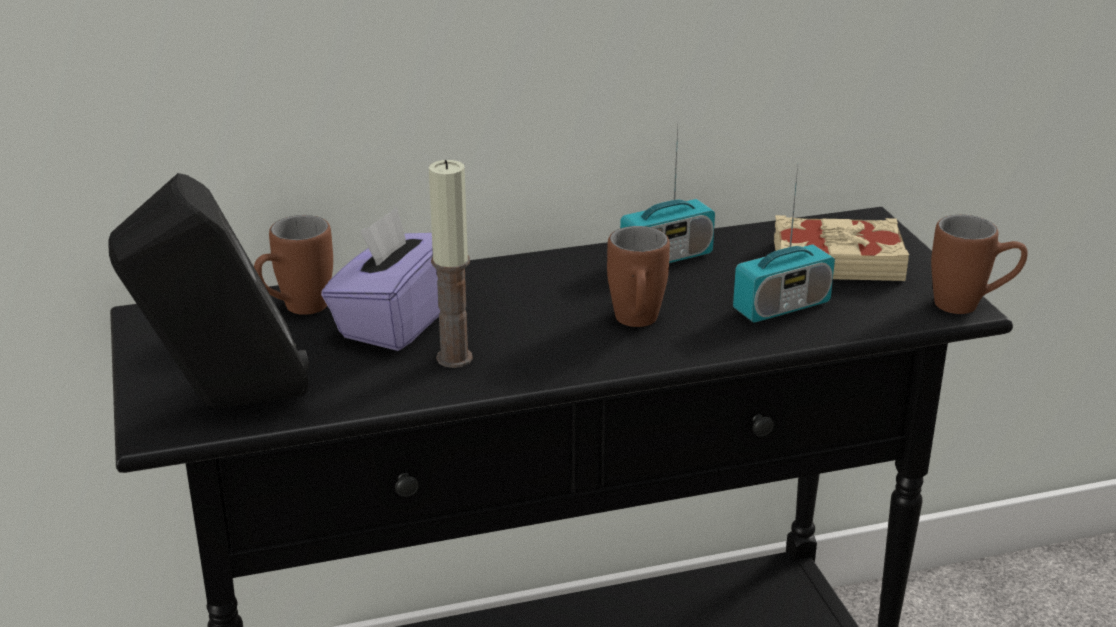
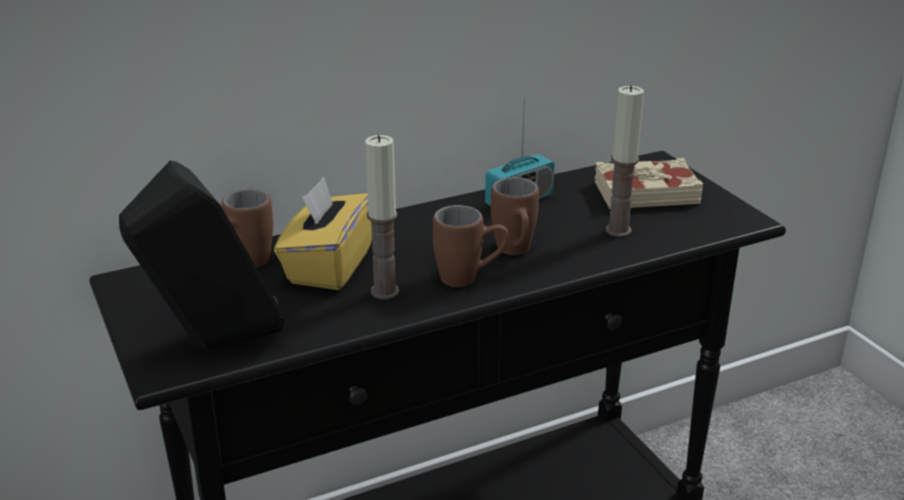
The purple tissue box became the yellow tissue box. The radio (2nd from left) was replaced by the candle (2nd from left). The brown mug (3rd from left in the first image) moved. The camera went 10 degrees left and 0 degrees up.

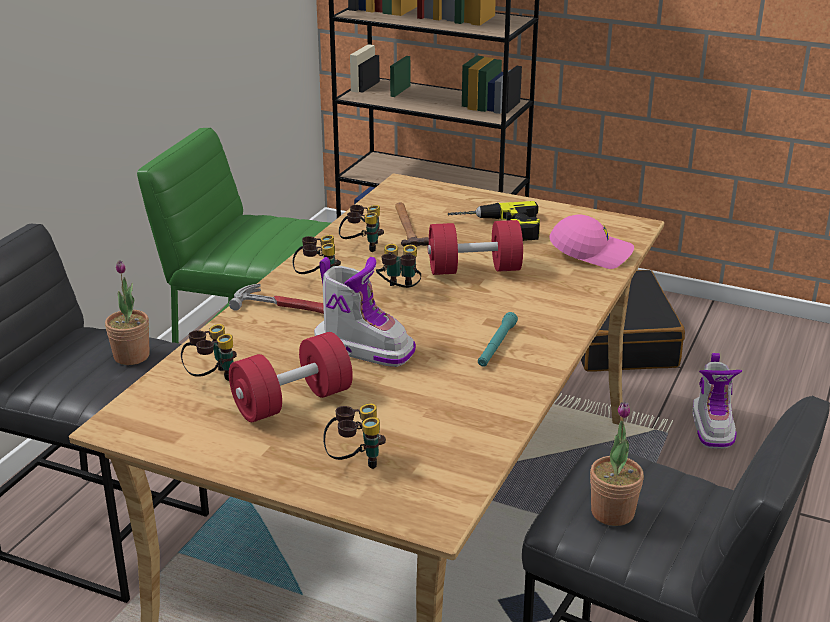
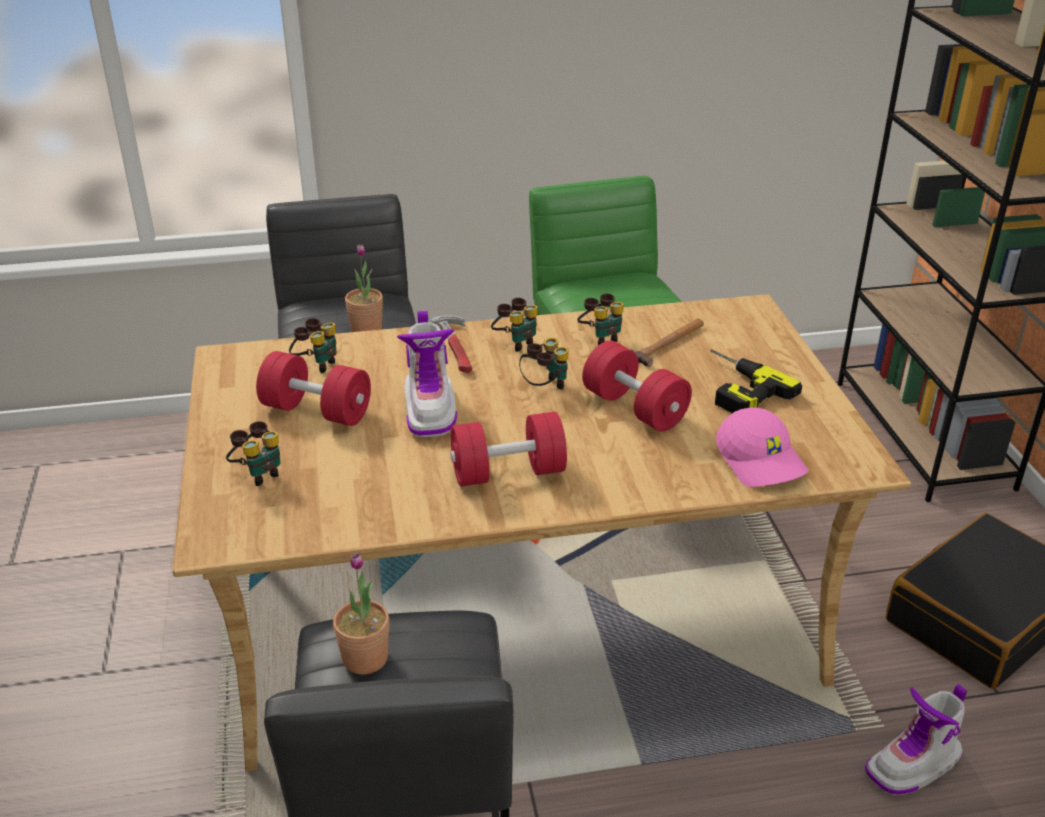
The turquoise flashlight was replaced by the red dumbbell (2nd from left). The camera went 55 degrees right and 5 degrees up.

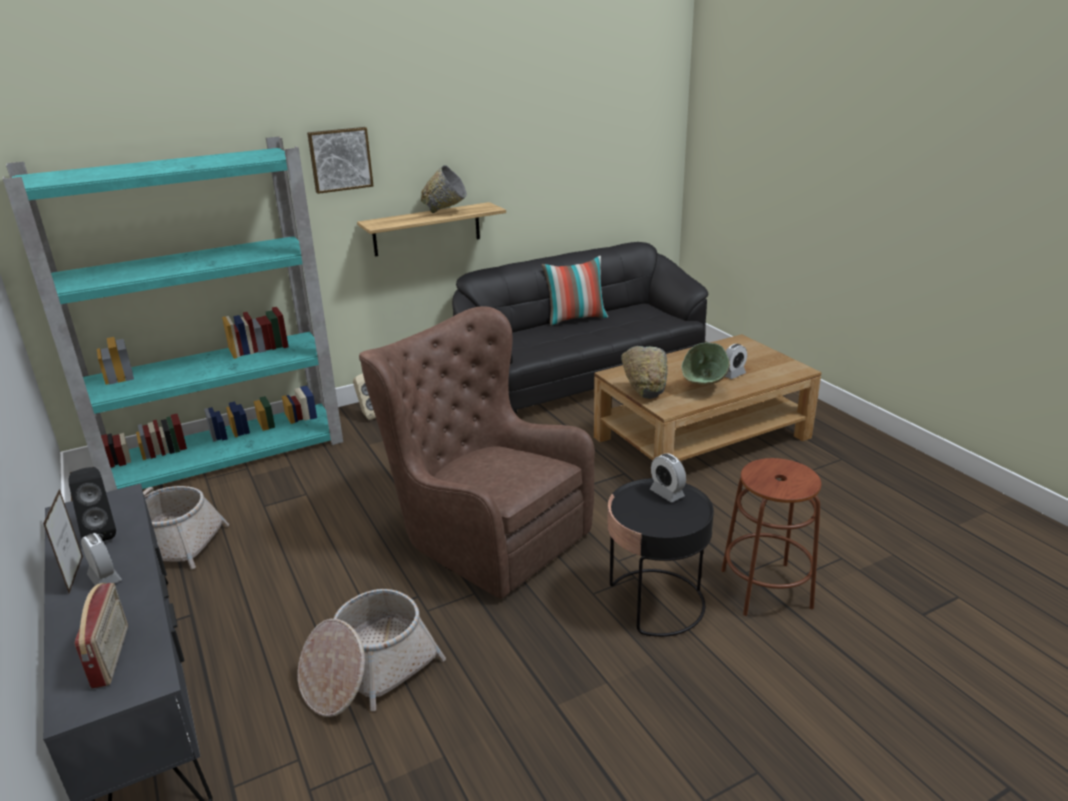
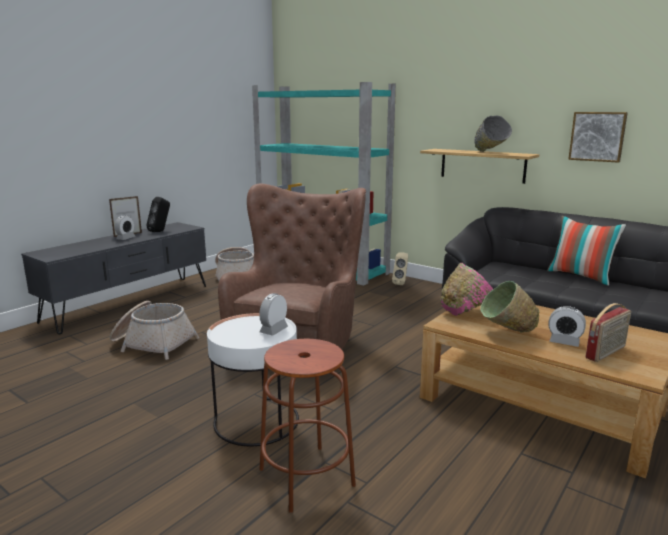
The radio moved. The picture moved. The black side table became the white side table. The grey bowl (2nd from left) became the pink bowl. The camera went 65 degrees right and 10 degrees down.

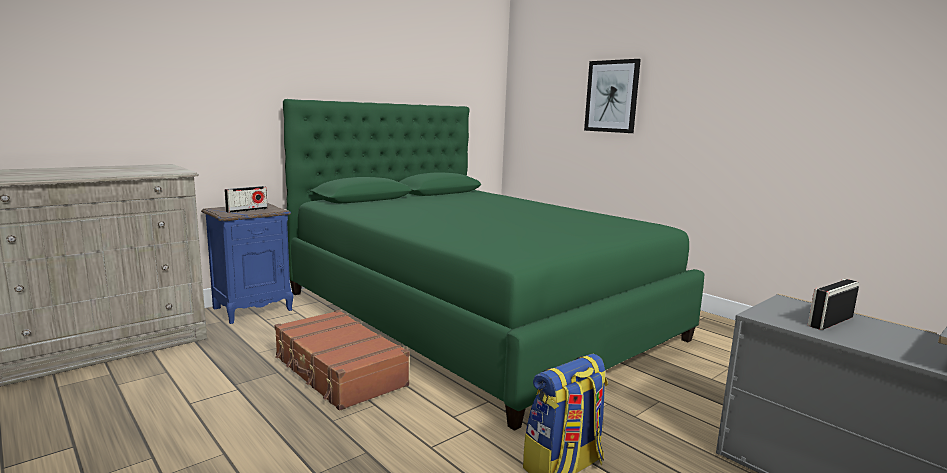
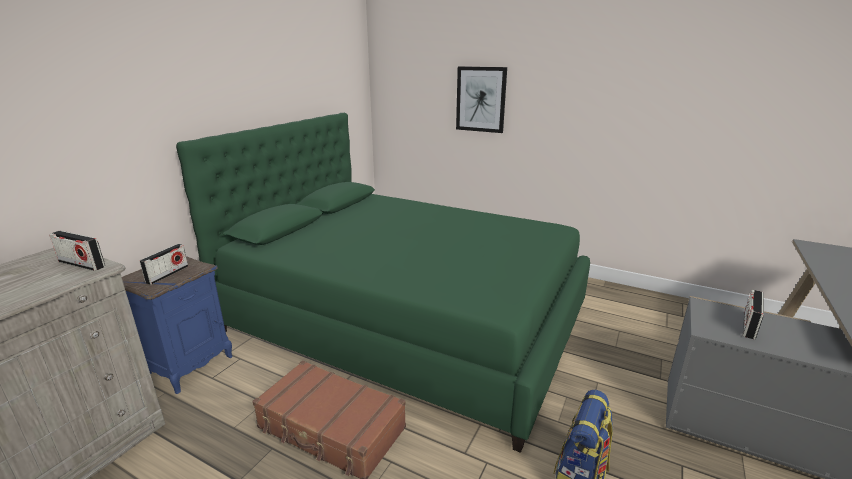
The radio (1st from left) appeared. The camera went 20 degrees left and 10 degrees up.

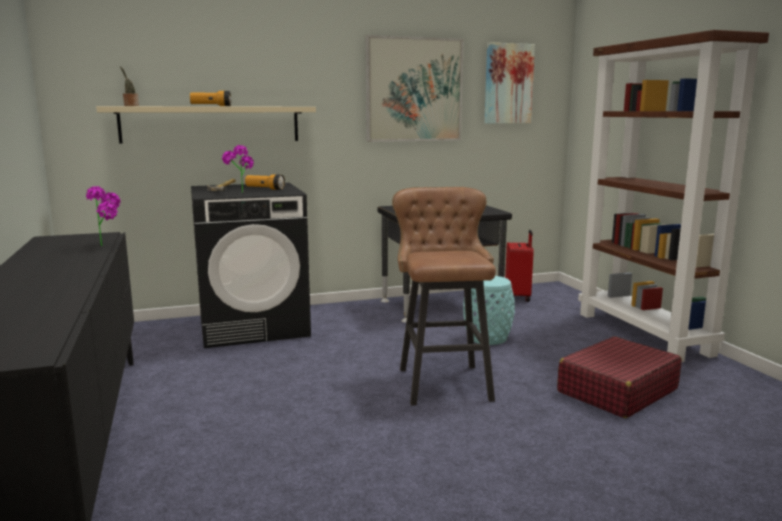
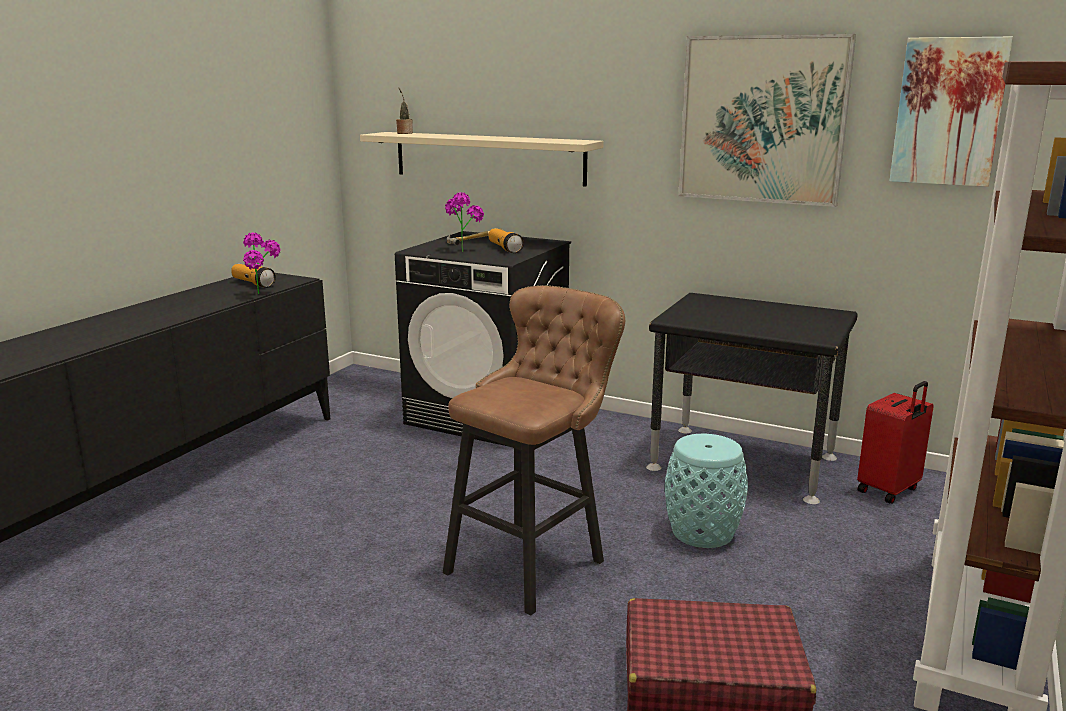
The flashlight (1st from left) moved. The camera went 45 degrees right and 5 degrees up.

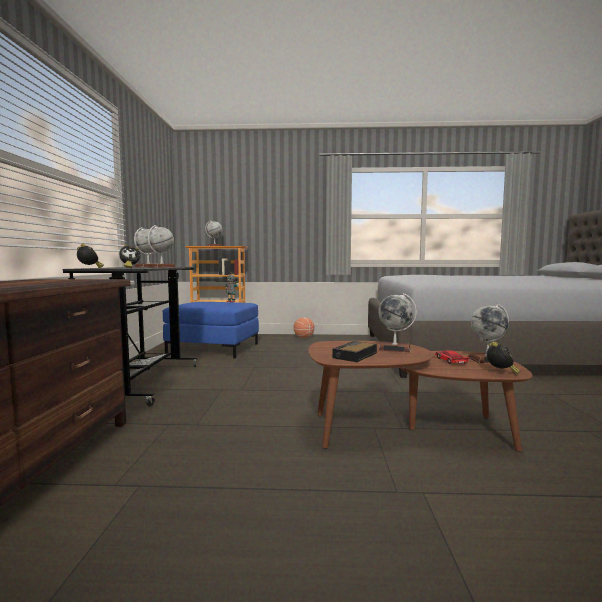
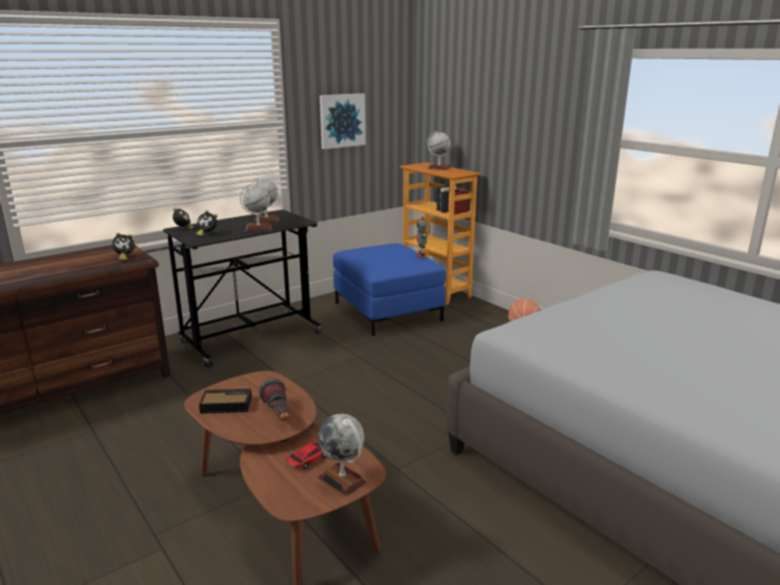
The globe (4th from left) was replaced by the flashlight. The alarm clock (4th from left in the first image) moved. The picture appeared. The camera went 50 degrees right and 15 degrees up.

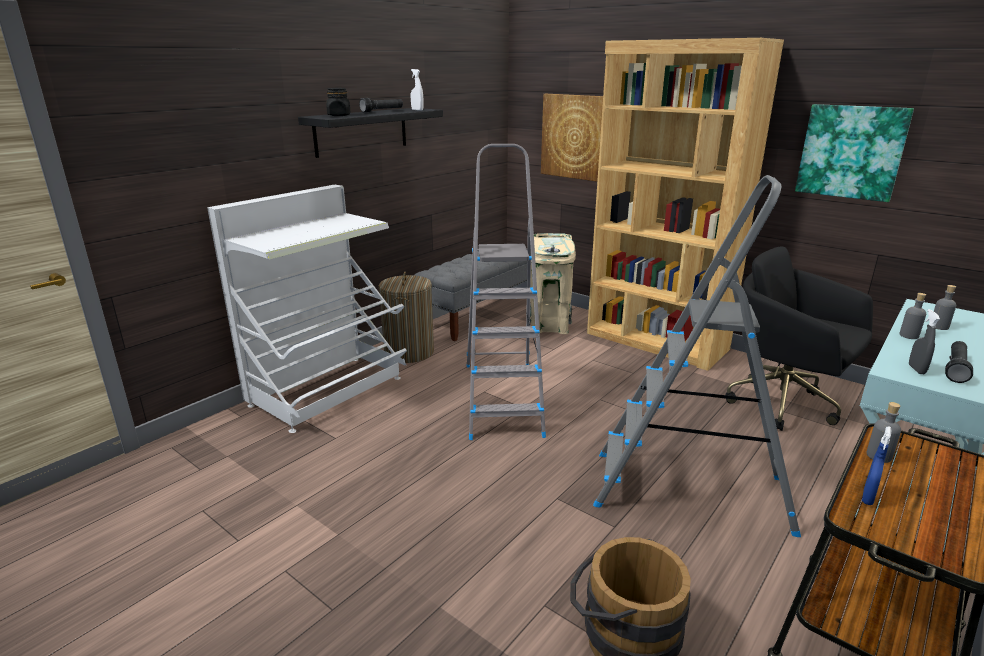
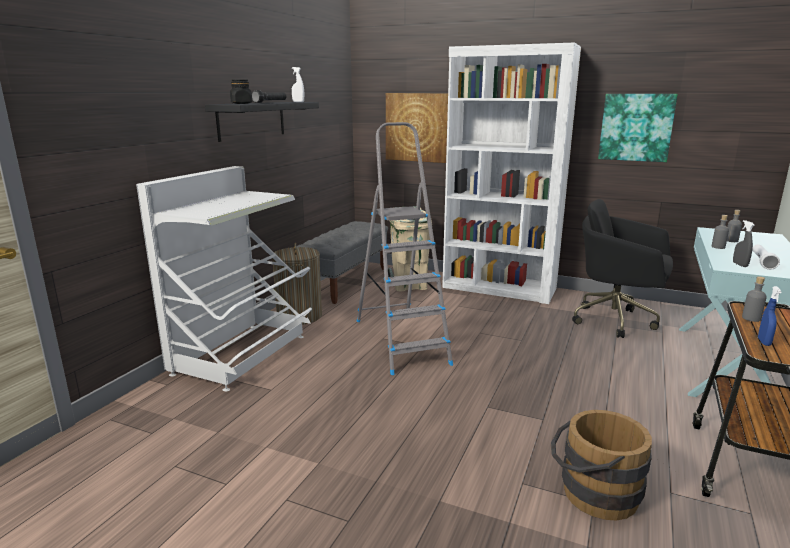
The brown bookcase became the white bookcase. The grey step ladder (2nd from left) disappeared. The black flashlight (2nd from left) became the white flashlight. The camera went 15 degrees left and 5 degrees down.

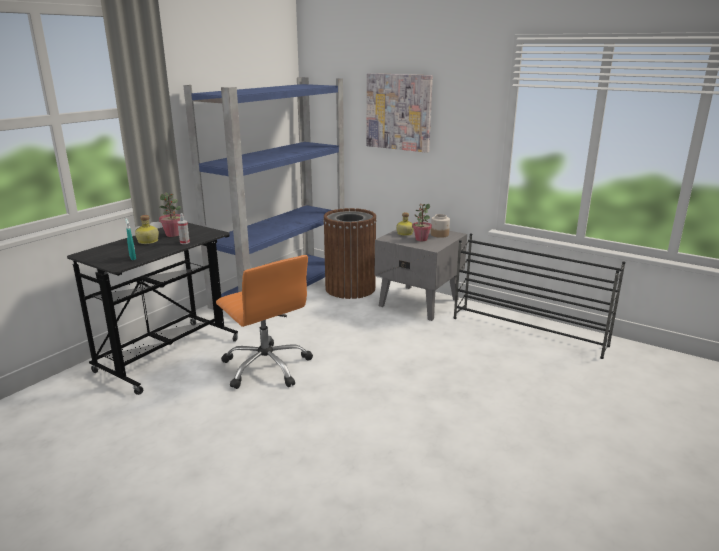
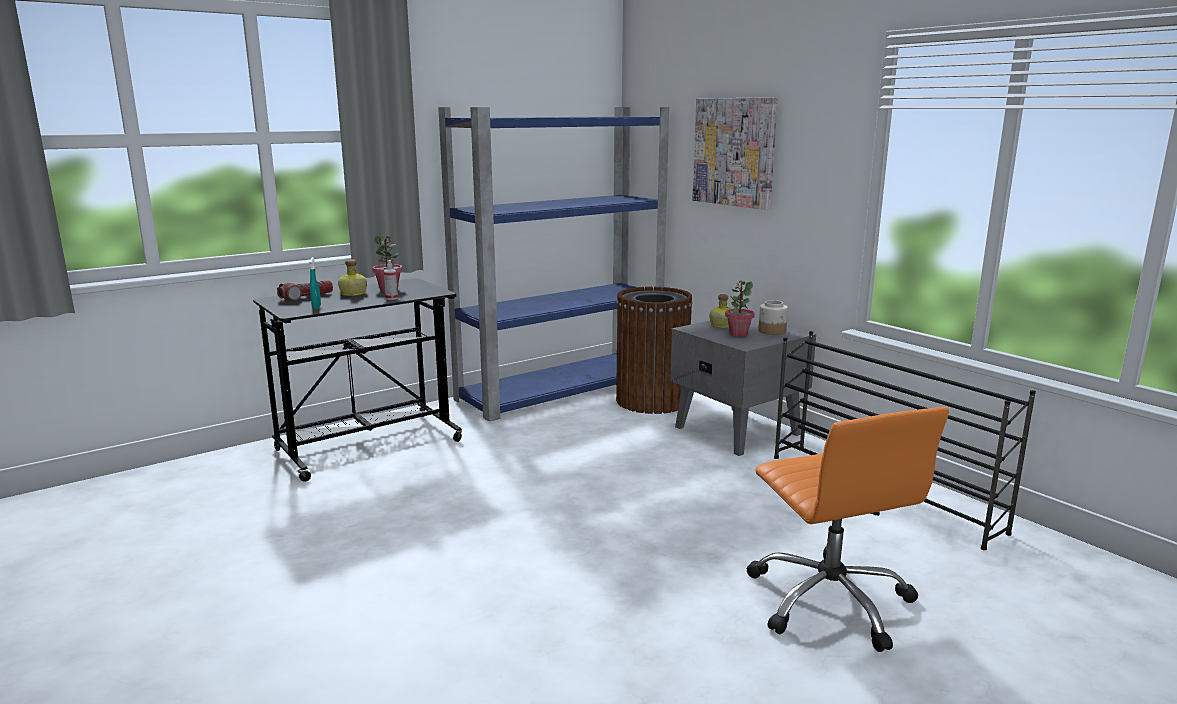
The orange office chair moved. The flashlight appeared. The camera went 20 degrees right and 5 degrees down.

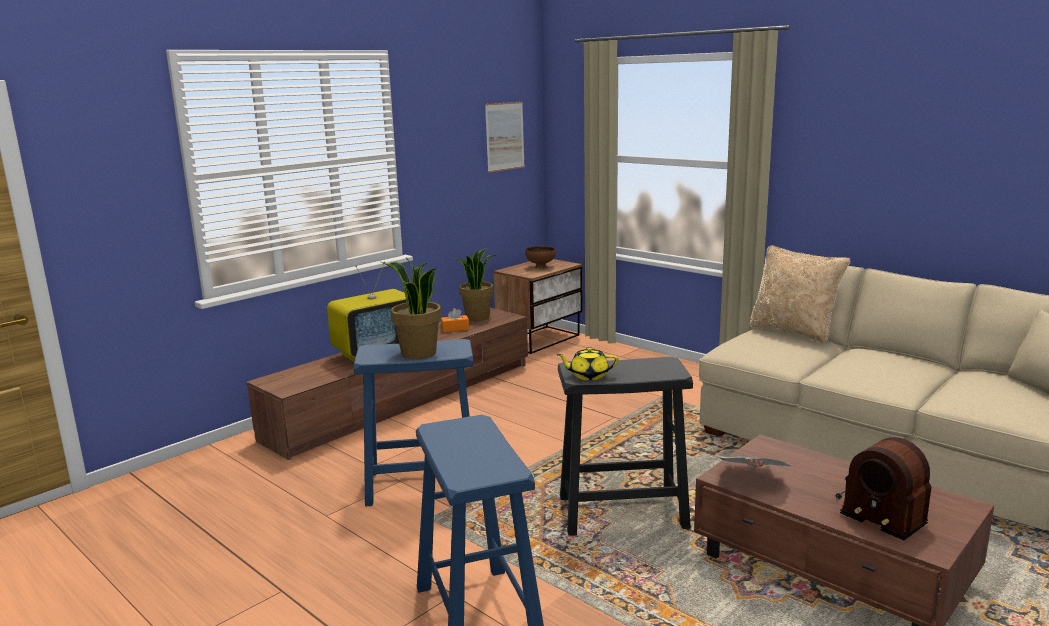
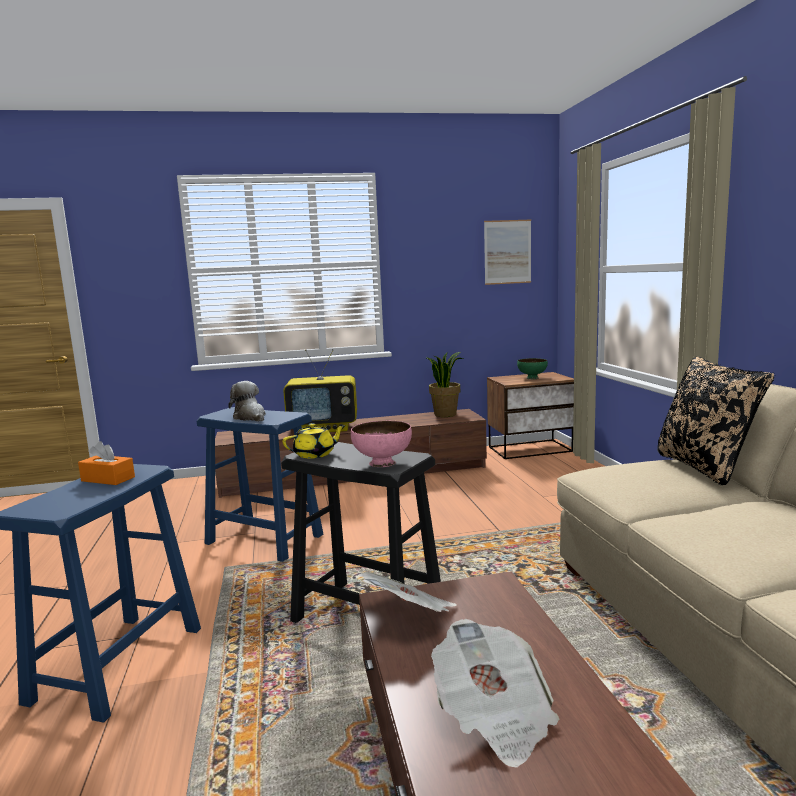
The potted plant (1st from left) was replaced by the plush toy. The orange tissue box moved. The brown bowl became the green bowl. The yellow teapot turned 120 degrees clockwise. The beige pillow became the black pillow. The radio was replaced by the newspaper (2nd from left). The pink bowl appeared. The camera went 35 degrees right and 5 degrees down.

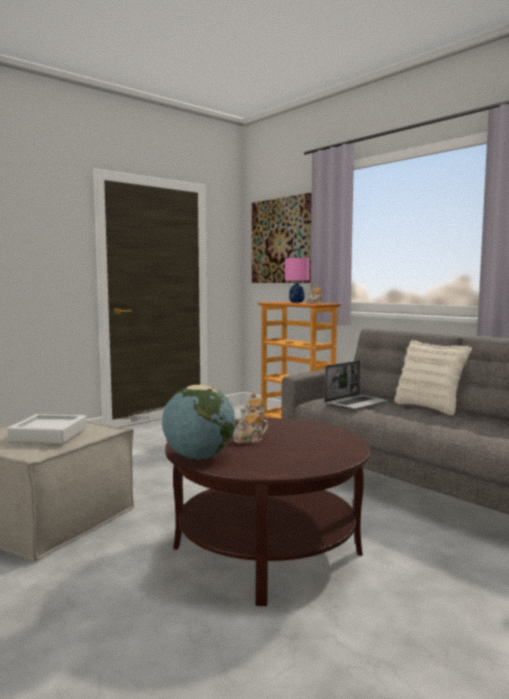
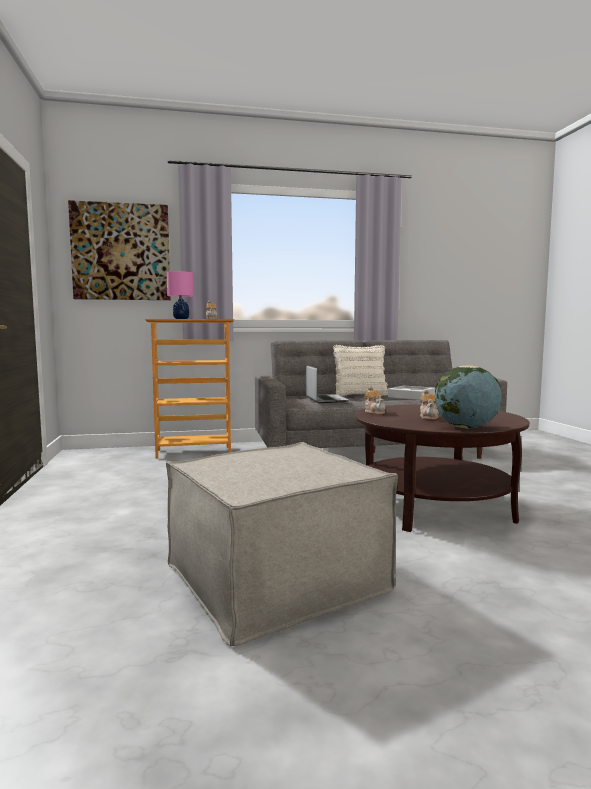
The grey tray moved. The camera went 60 degrees left and 0 degrees up.

